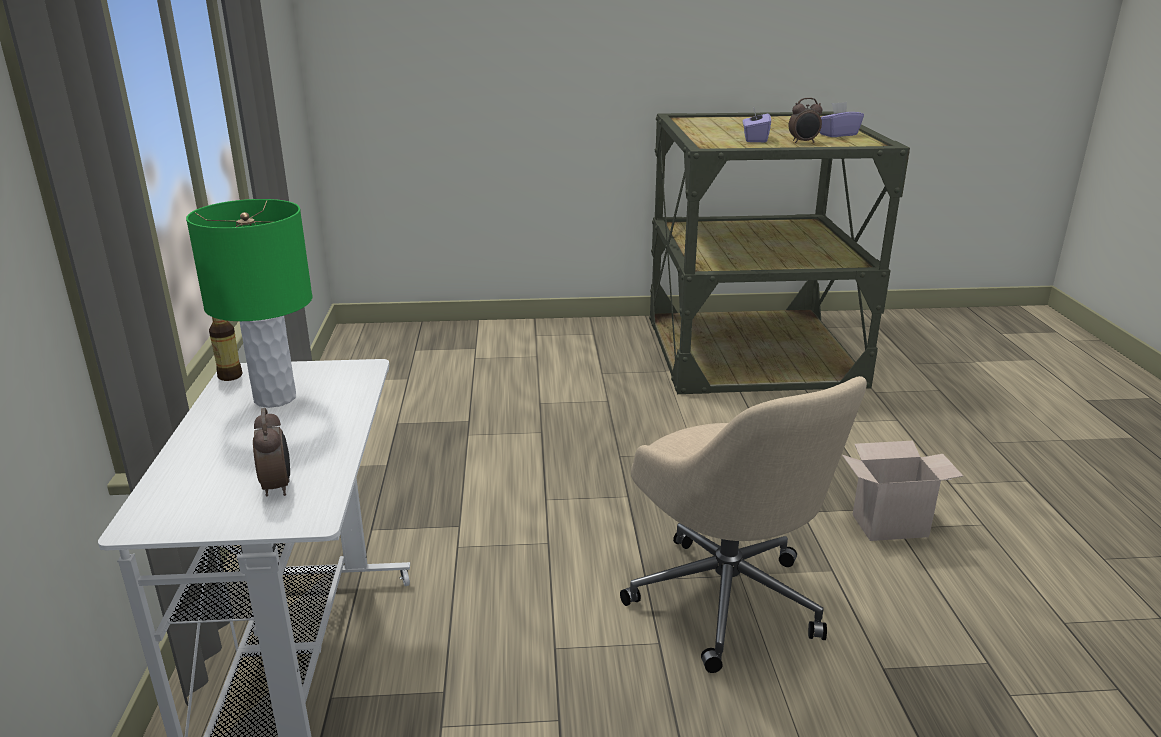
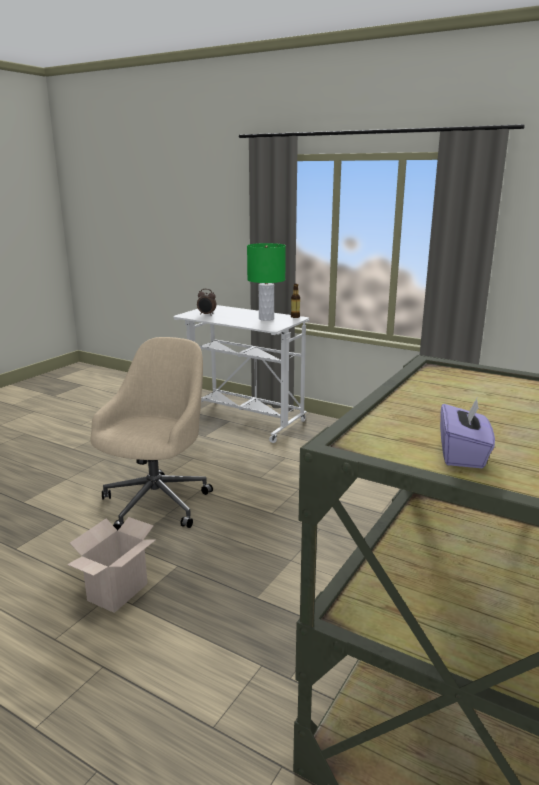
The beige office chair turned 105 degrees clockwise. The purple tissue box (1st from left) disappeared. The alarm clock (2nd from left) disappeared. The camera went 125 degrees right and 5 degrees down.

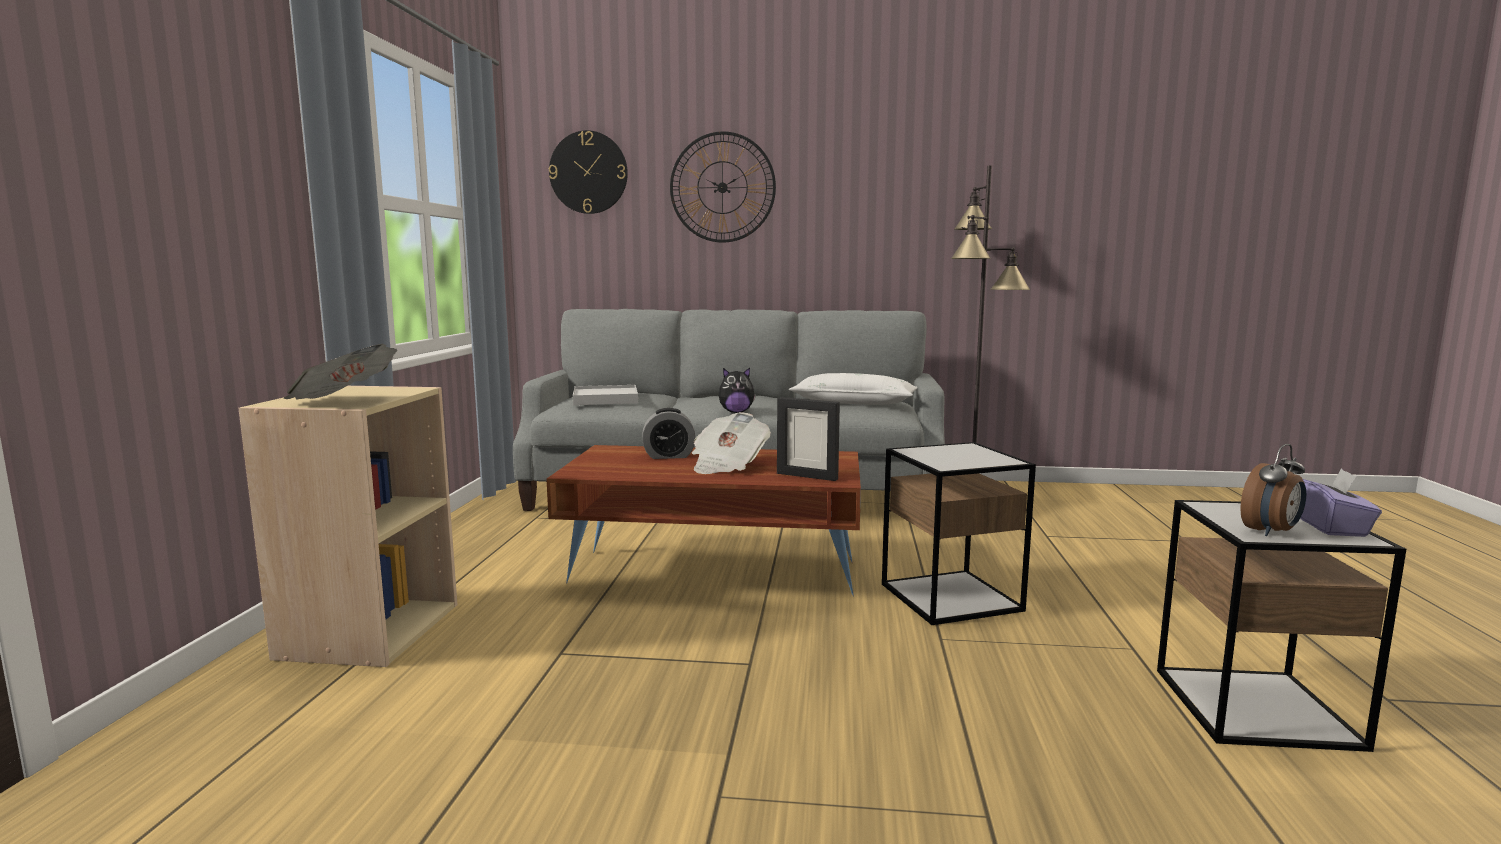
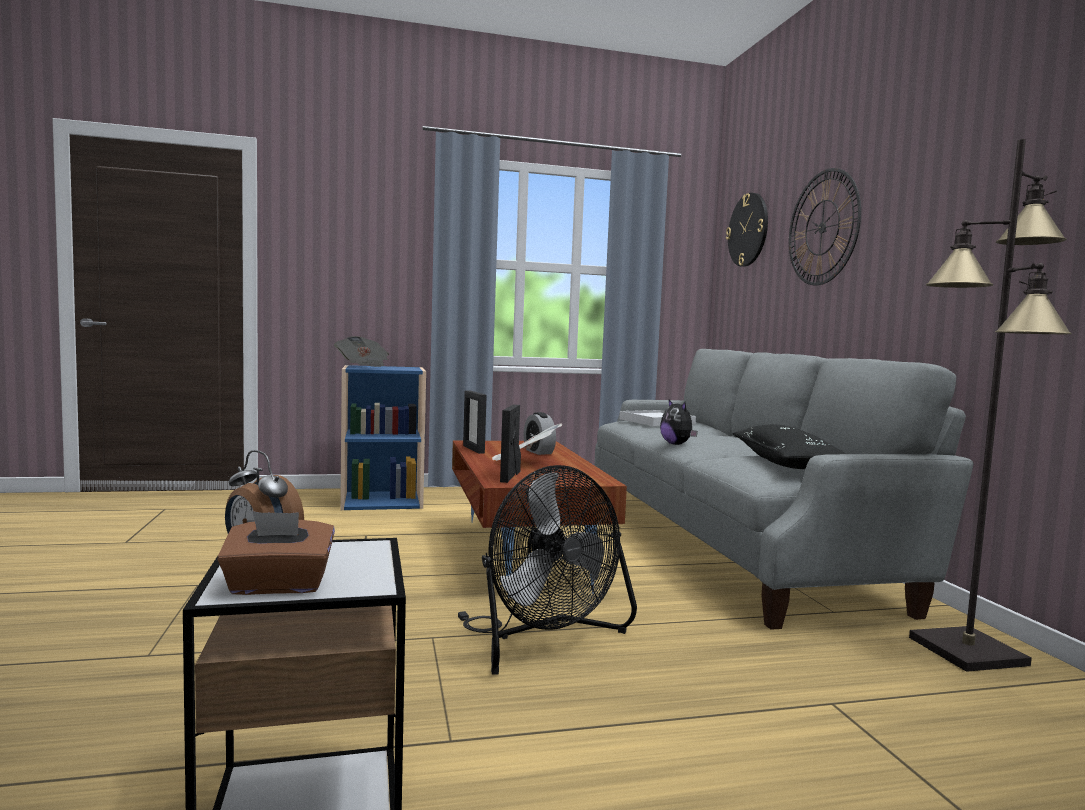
The beige bookcase became the blue bookcase. The white pillow became the black pillow. The side table (1st from left) was replaced by the black fan. The purple tissue box became the brown tissue box. The picture frame (1st from left) appeared. The camera went 70 degrees right and 5 degrees down.

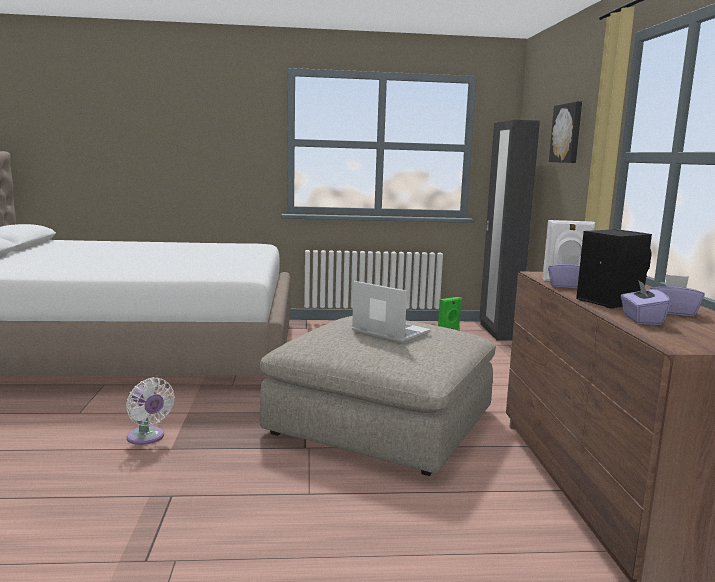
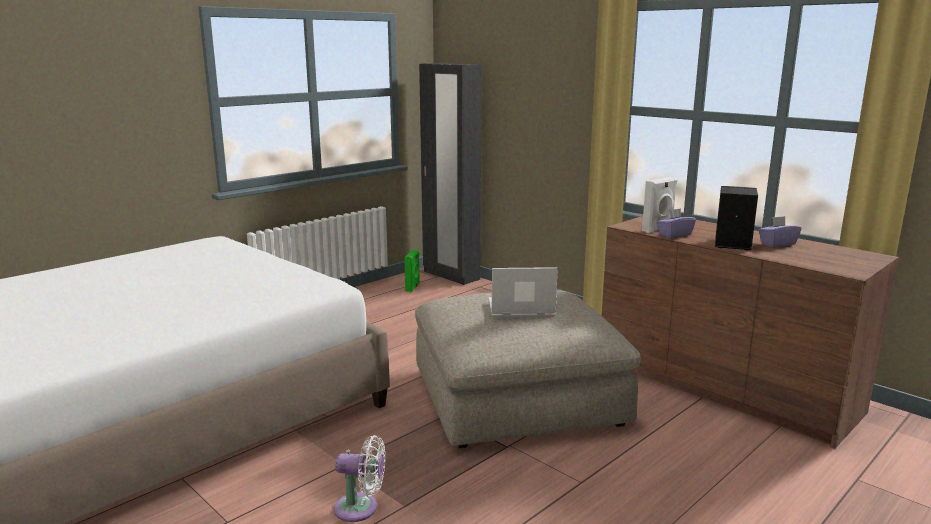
The picture disappeared. The purple tissue box (2nd from left) disappeared. The camera went 40 degrees left and 5 degrees up.

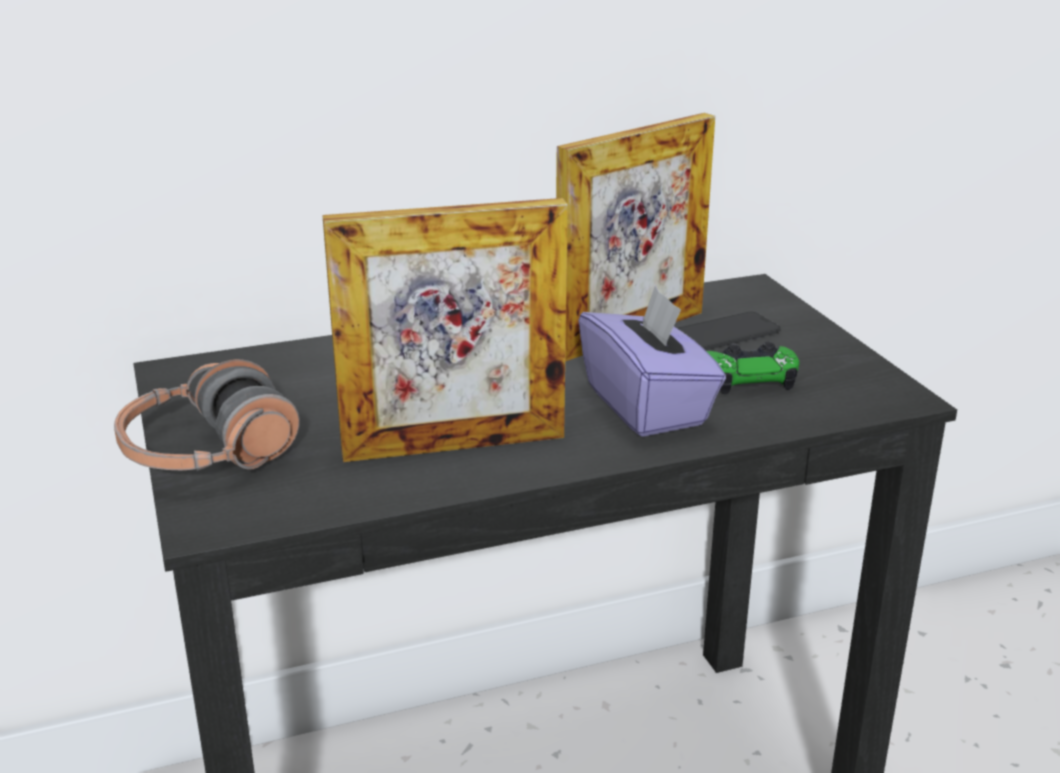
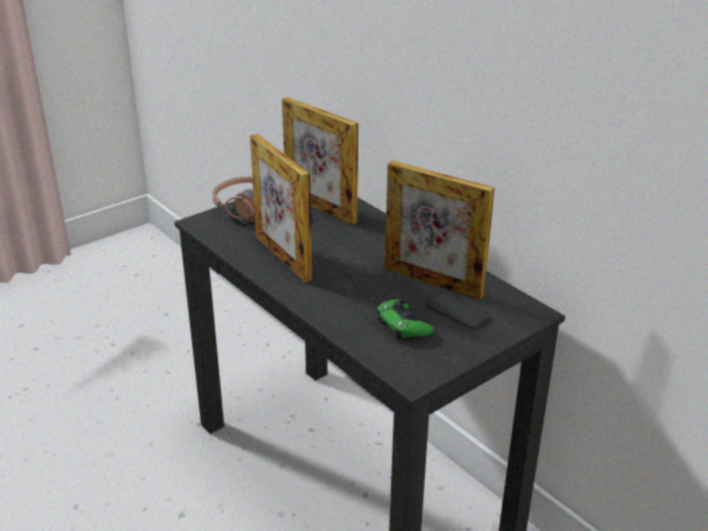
The purple tissue box disappeared. The picture frame (2nd from left) appeared. The camera went 70 degrees right and 5 degrees up.

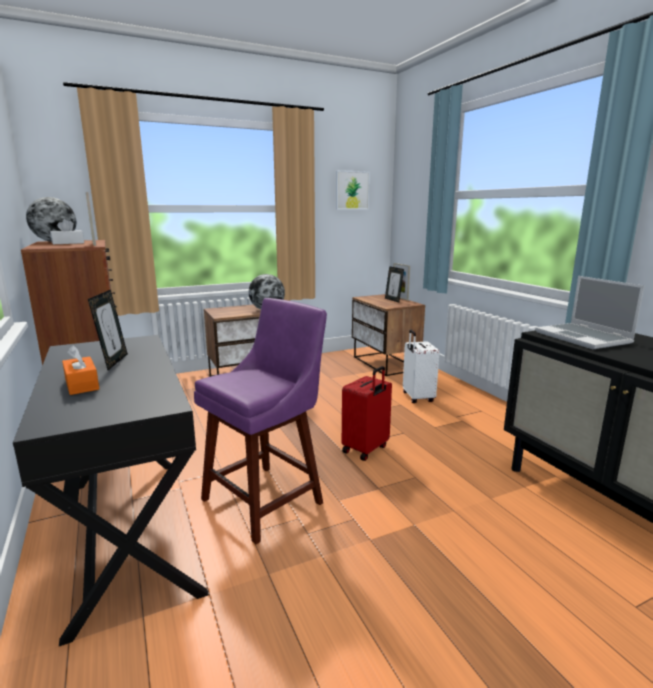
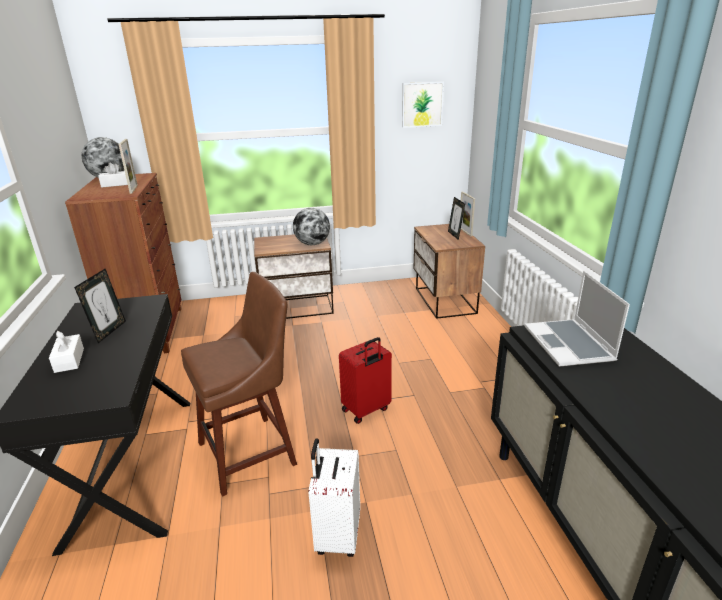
The orange tissue box became the white tissue box (1st from left). The purple chair became the brown chair. The white suitcase moved. The camera went 15 degrees right and 10 degrees up.

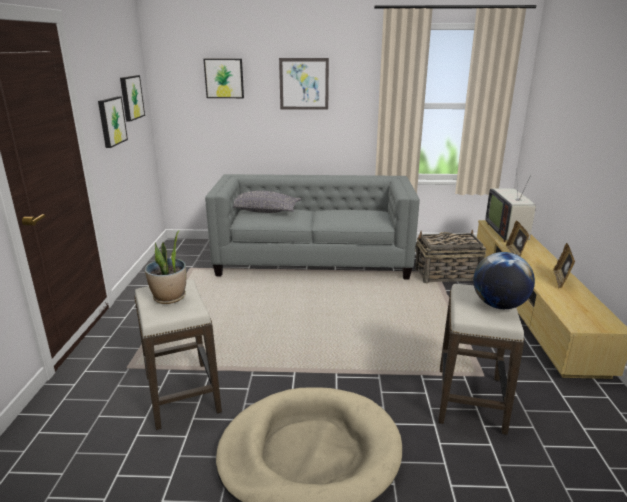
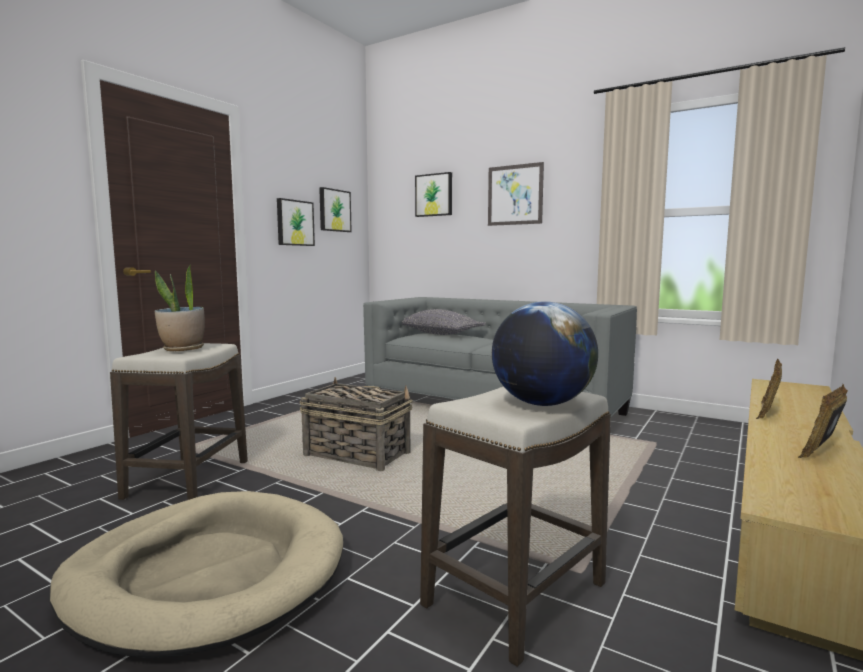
The basket moved. The television disappeared. The camera went 30 degrees right and 15 degrees down.

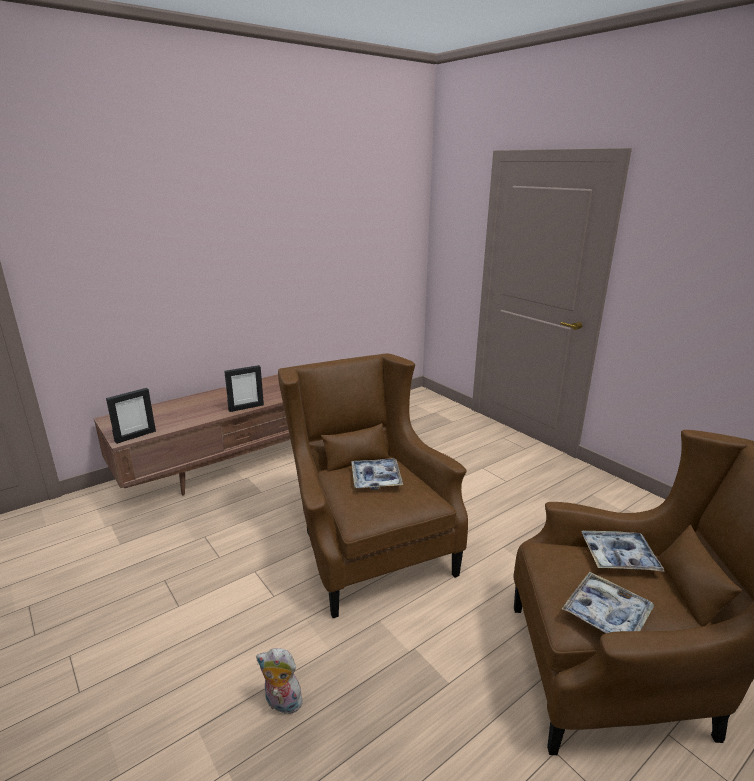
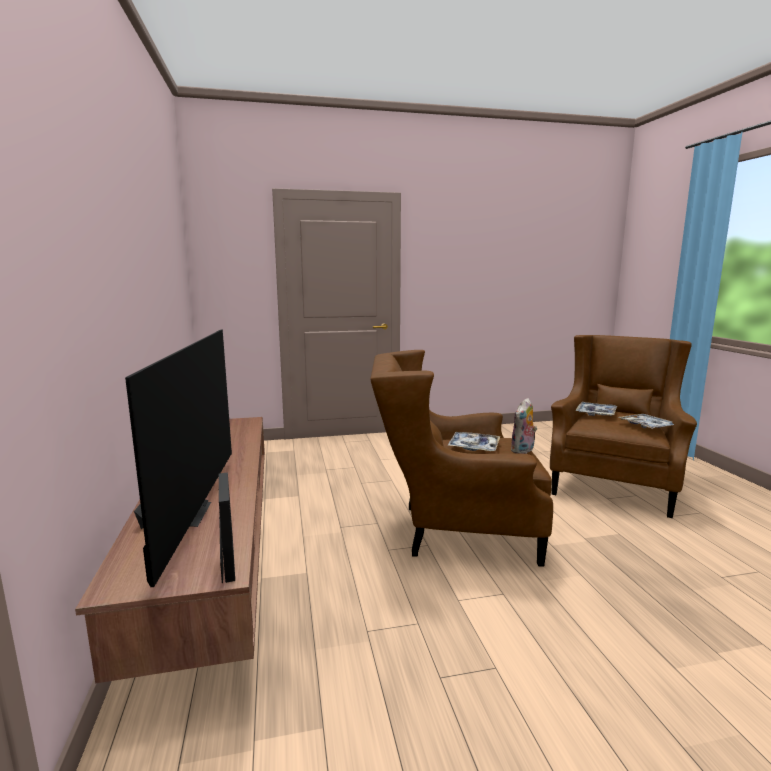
The picture frame (2nd from left) disappeared. The plush toy moved. The television appeared. The camera went 65 degrees left and 10 degrees down.

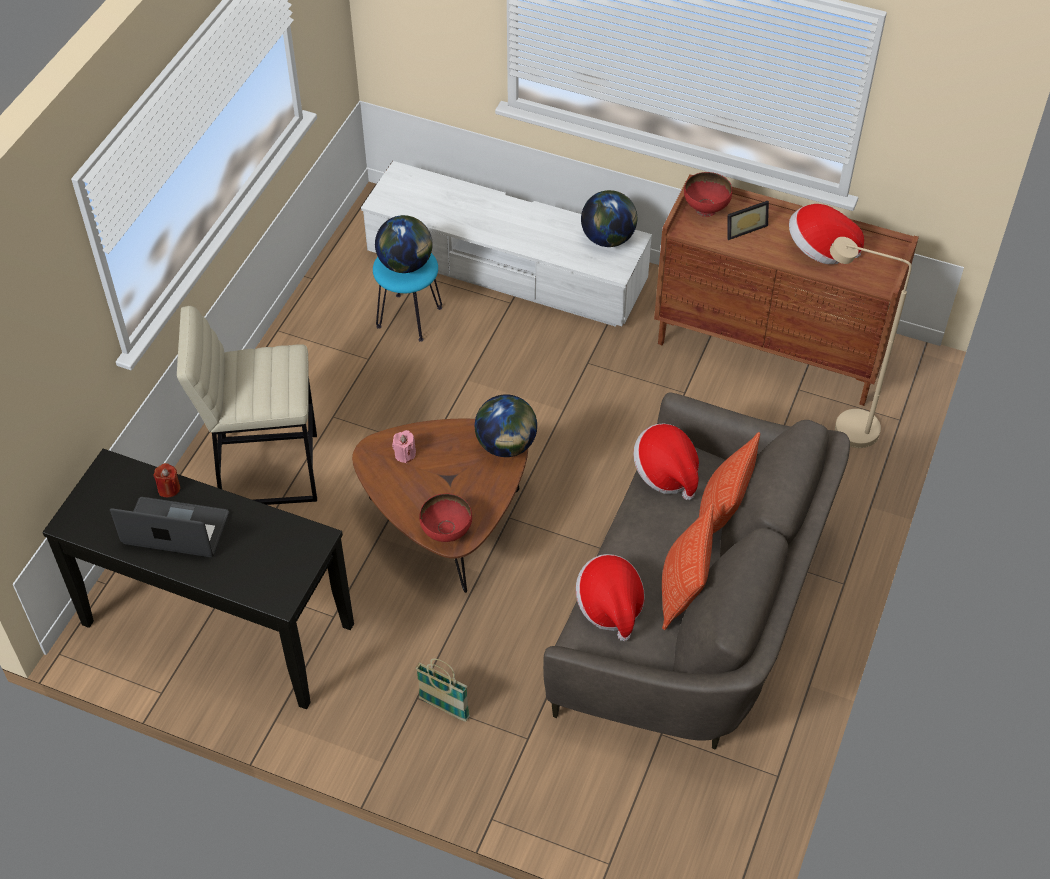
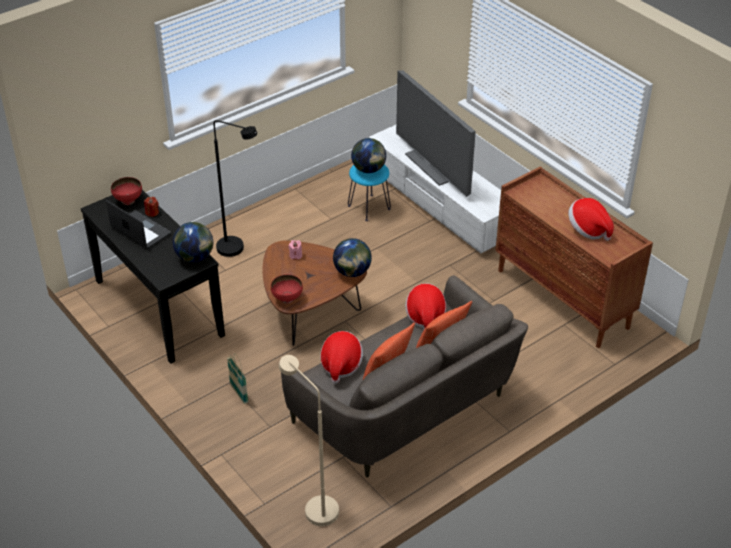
The beige stool was replaced by the black floor lamp. The globe (3rd from left in the first image) moved. The red bowl (2nd from left in the first image) moved. The picture frame disappeared. The beige floor lamp moved. The television appeared. The camera went 30 degrees right and 10 degrees down.

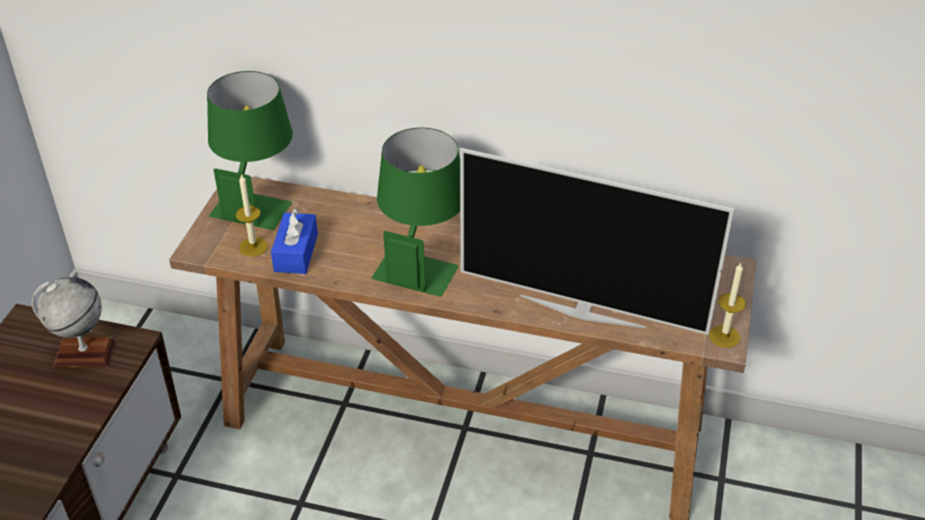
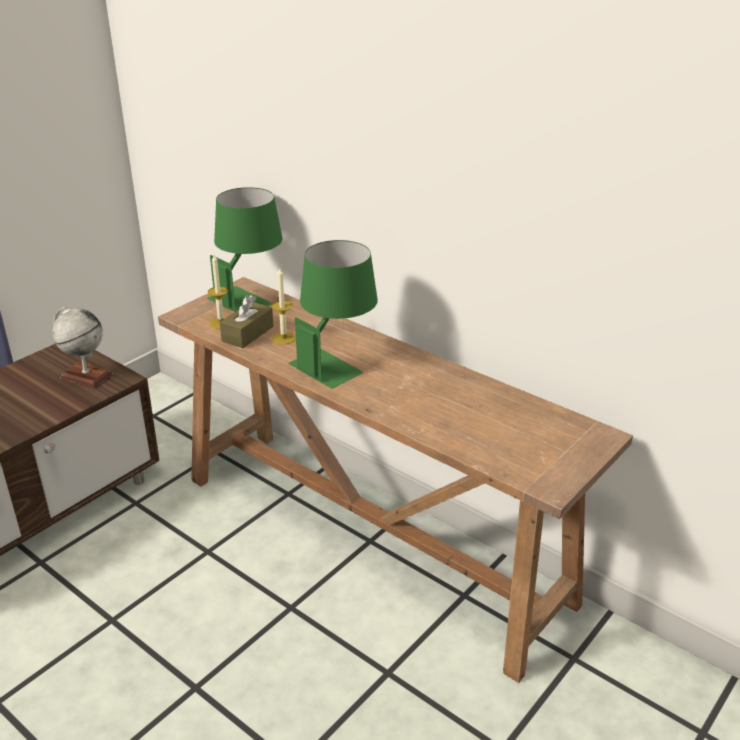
The blue tissue box became the brown tissue box. The television disappeared. The candle (2nd from left) moved. The camera went 25 degrees right and 10 degrees down.

